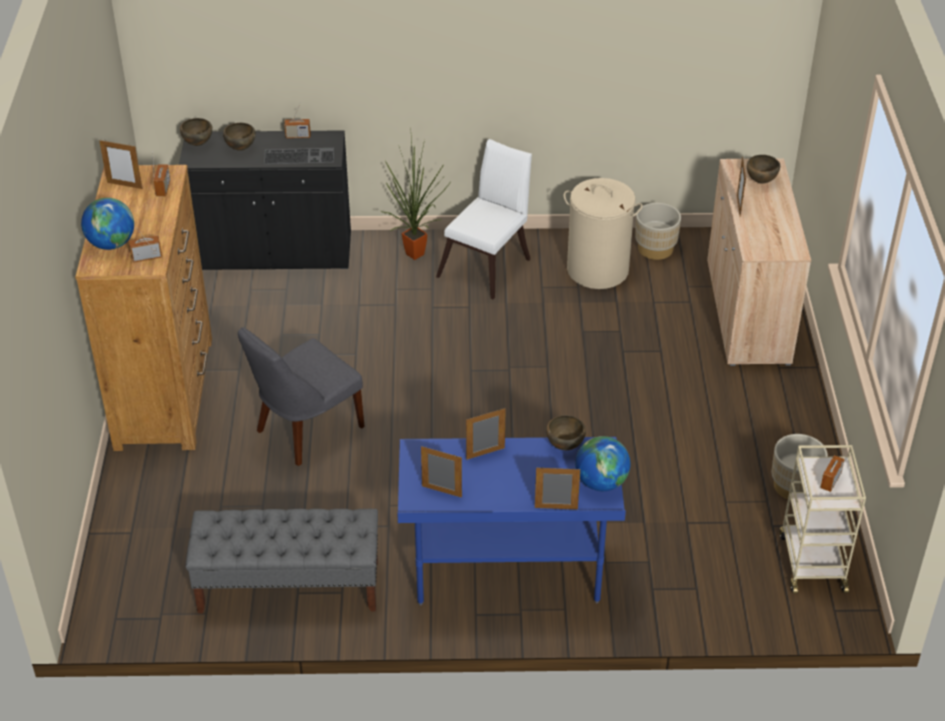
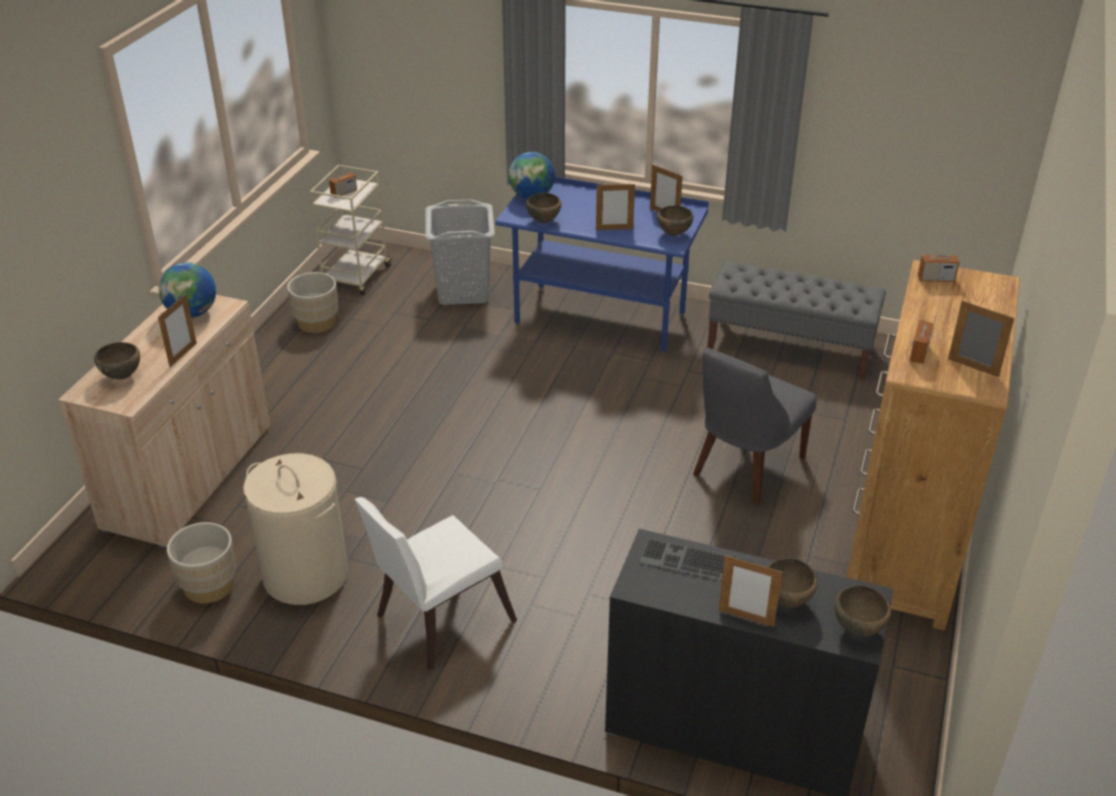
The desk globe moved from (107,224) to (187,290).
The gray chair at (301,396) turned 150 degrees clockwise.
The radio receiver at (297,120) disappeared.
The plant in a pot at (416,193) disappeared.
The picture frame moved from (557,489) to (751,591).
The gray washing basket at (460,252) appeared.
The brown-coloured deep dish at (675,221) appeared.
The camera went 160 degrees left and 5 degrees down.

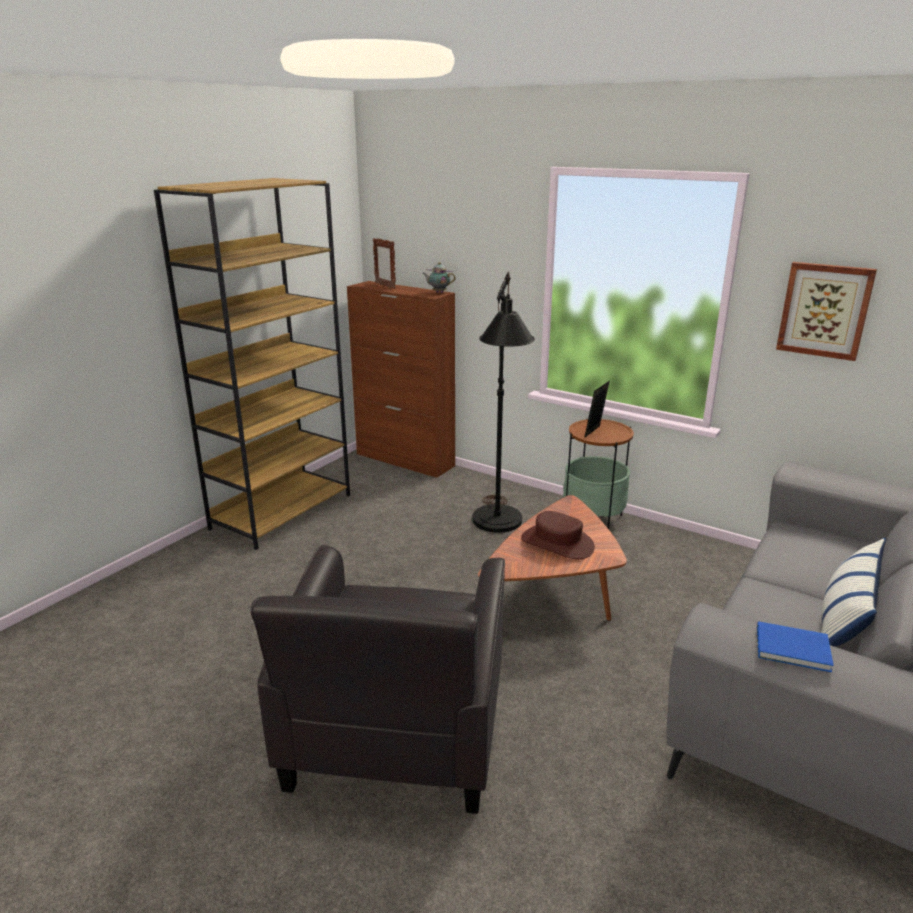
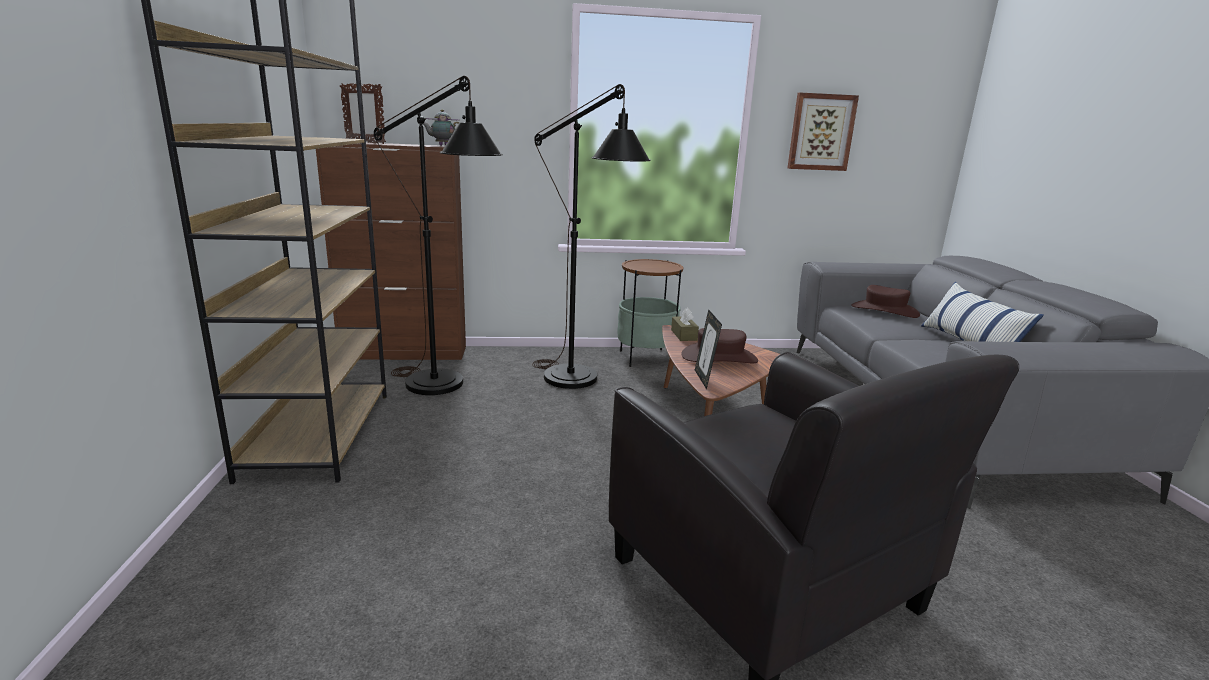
The picture frame moved from (597,409) to (708,349).
The bluish volume at (795,646) disappeared.
The black standing lamp at (438,235) appeared.
The brown-coloured box of tissues at (685,324) appeared.
The brown-coloured hat at (886,301) appeared.
The camera went 40 degrees left and 5 degrees down.

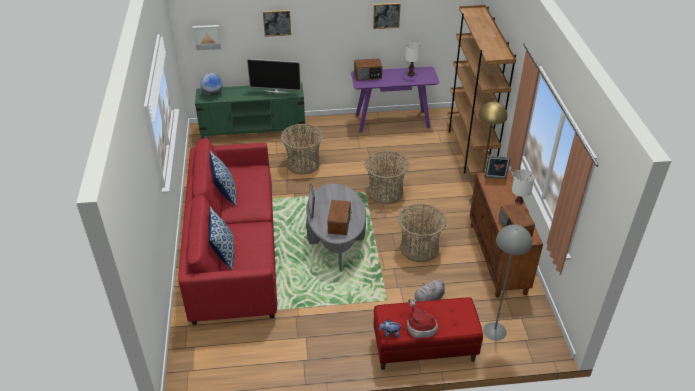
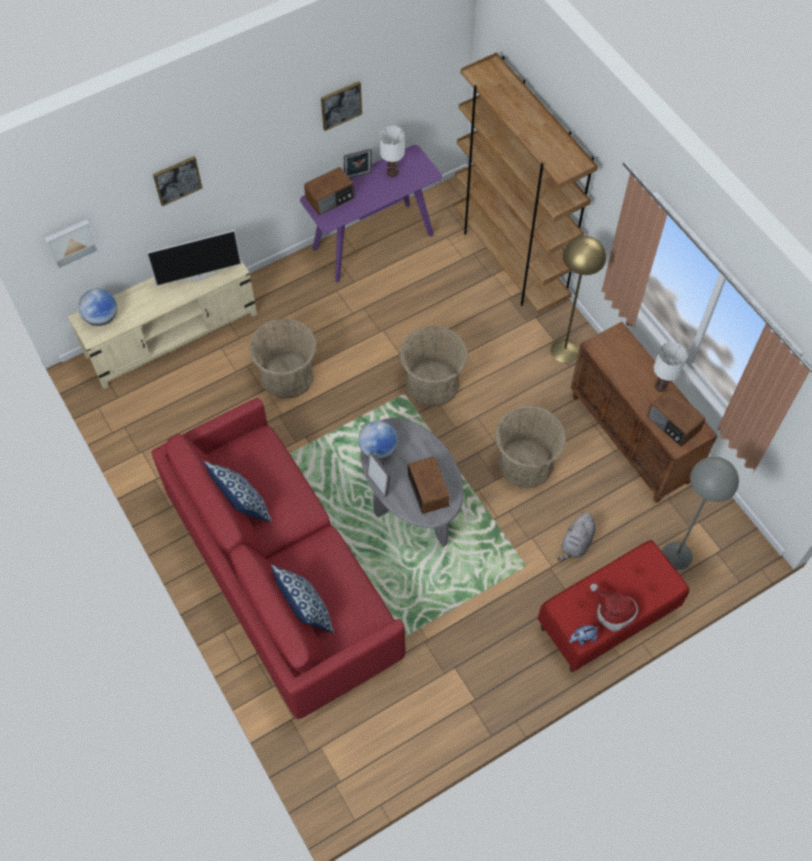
The green media console at (250,110) became the beige media console at (162,325).
The picture frame moved from (498,167) to (358,163).
The desk globe at (378,440) appeared.
The camera went 25 degrees left and 20 degrees up.

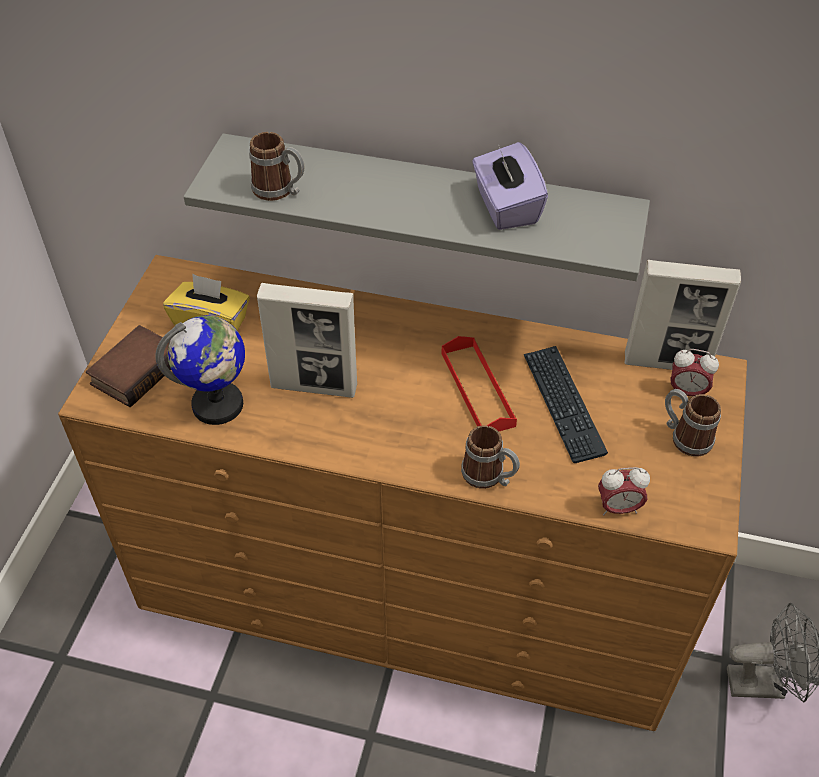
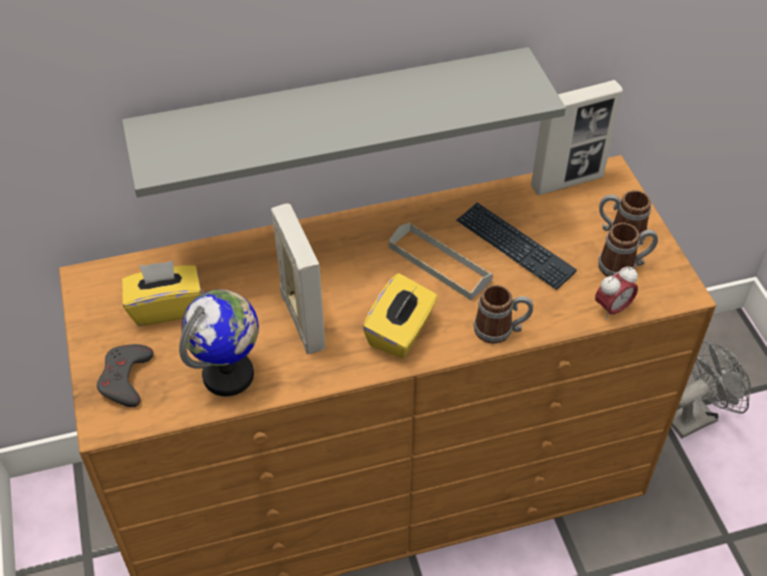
The volume at (128,366) was replaced by the gray joypad at (125,375).
The coffee mug moved from (276,166) to (628,250).
The picture frame at (307,340) turned 90 degrees counterclockwise.
The red-coloured tray at (479,383) became the gray tray at (441,261).
The purple-coloured box of tissues at (510,186) disappeared.
The bedside clock at (695,372) disappeared.
The yellow box of tissues at (399,315) appeared.
The camera went 30 degrees left and 0 degrees up.

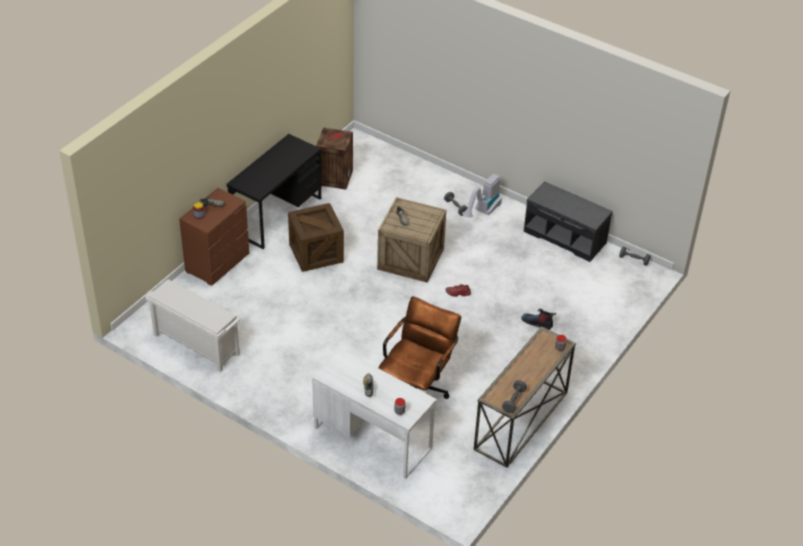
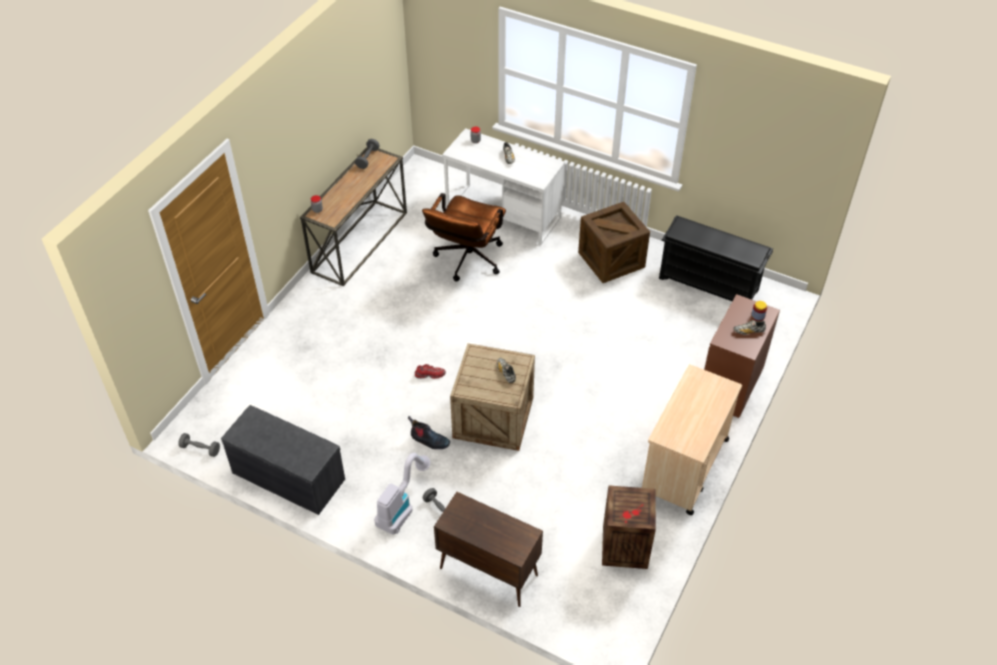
The white shoe shelf at (192,325) became the black shoe shelf at (716,258).
The black desk unit at (274,191) was replaced by the beige wheeled cart at (692,439).
The packing crate moved from (316,237) to (614,242).
The high-top boot moved from (538,319) to (429,432).
The brown-coloured cupboard at (488,549) appeared.
The camera went 175 degrees right and 5 degrees up.

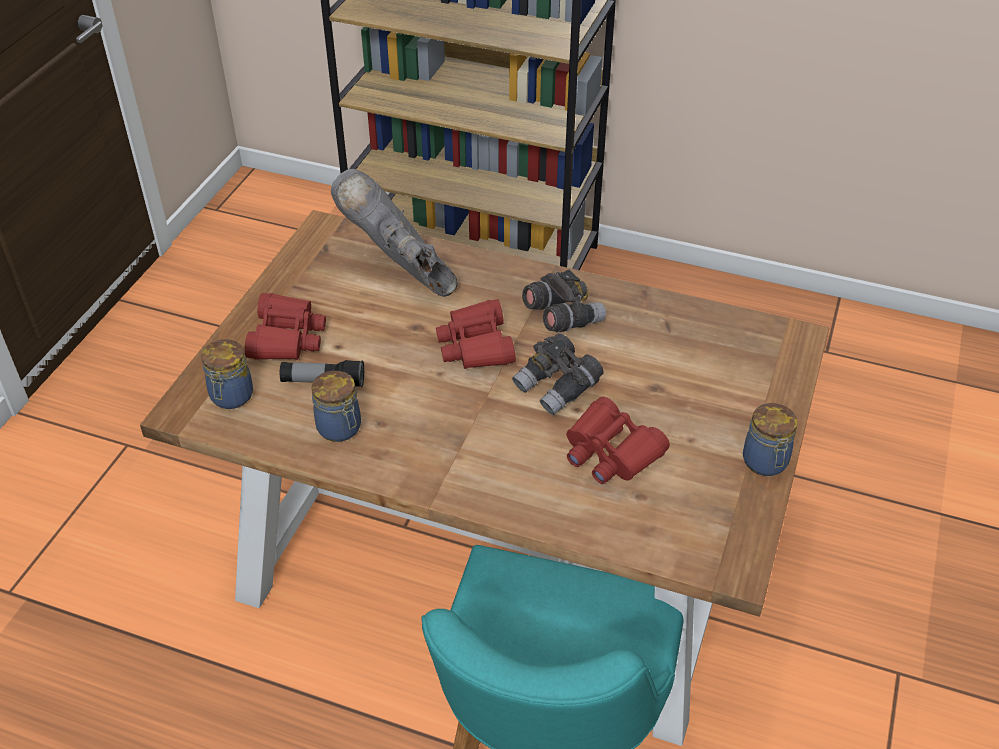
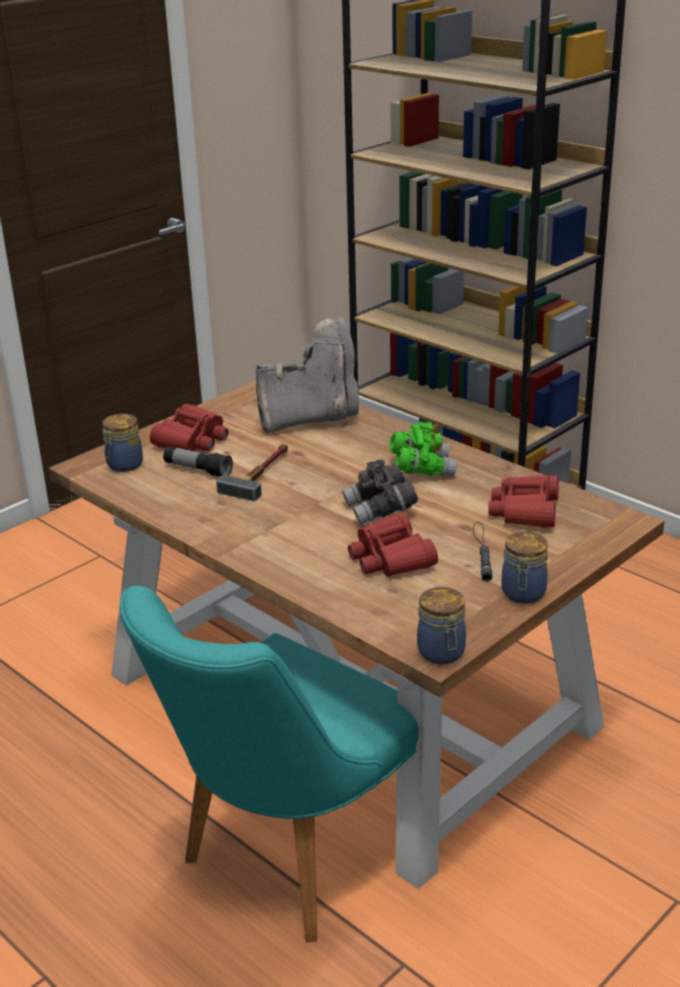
The storage jar moved from (336,406) to (441,625).
The gray high-top boot at (394,233) turned 90 degrees clockwise.
The red-coloured binoculars moved from (476,334) to (523,501).
The gray binoculars at (564,301) became the green binoculars at (423,449).
The hand hammer at (252,472) appeared.
The black flashlight at (482,552) appeared.
The camera went 25 degrees right and 15 degrees down.

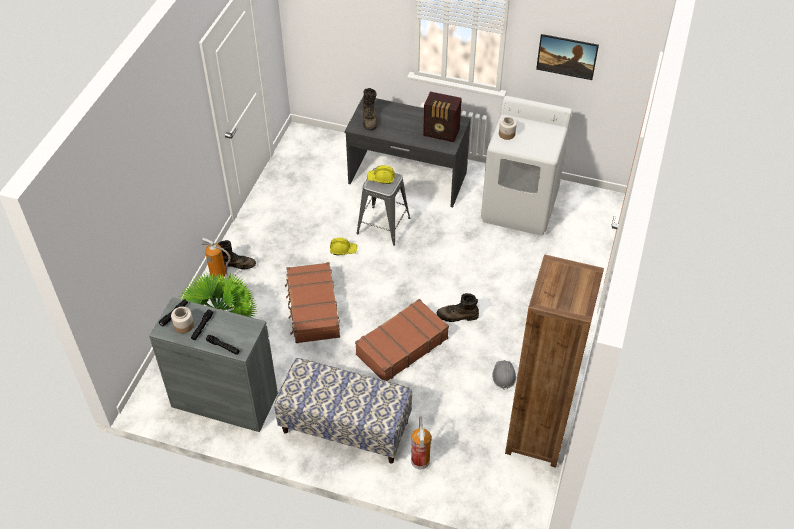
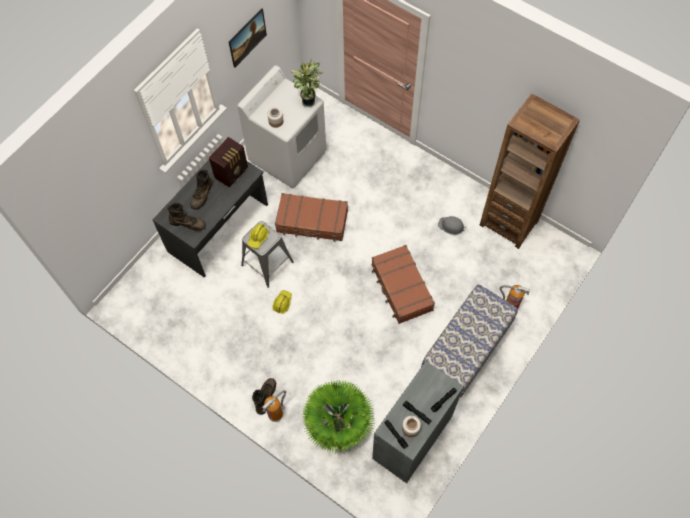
The brown-coloured piece of luggage moved from (312,302) to (311,217).
The brown-coloured high-top boot moved from (458,307) to (201,189).
The plant in a pot at (307,83) appeared.
The camera went 70 degrees left and 15 degrees up.

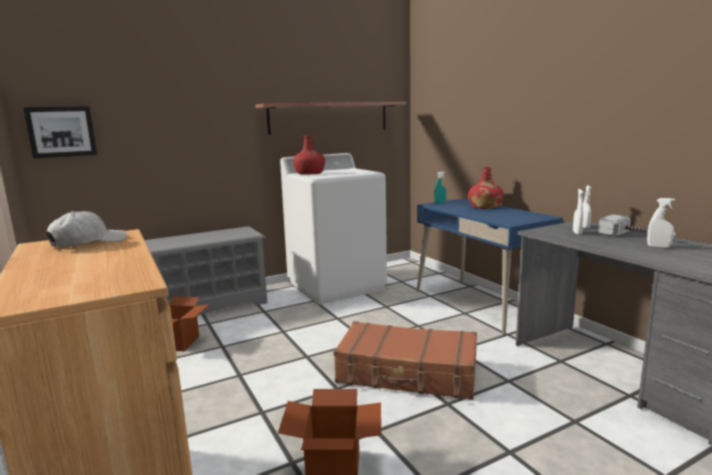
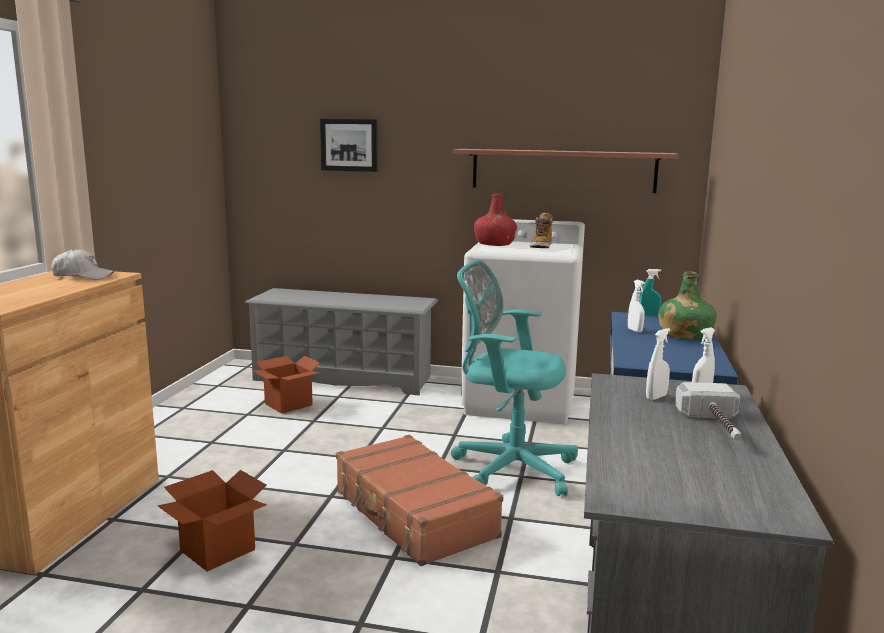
The wall picture moved from (60,132) to (349,145).
The red-coloured drink bottle at (486,188) became the green drink bottle at (687,305).
The white spray bottle moved from (661,223) to (636,305).
The blue-green office chair at (514,378) appeared.
The high-top boot at (541,230) appeared.
The camera went 40 degrees right and 0 degrees up.

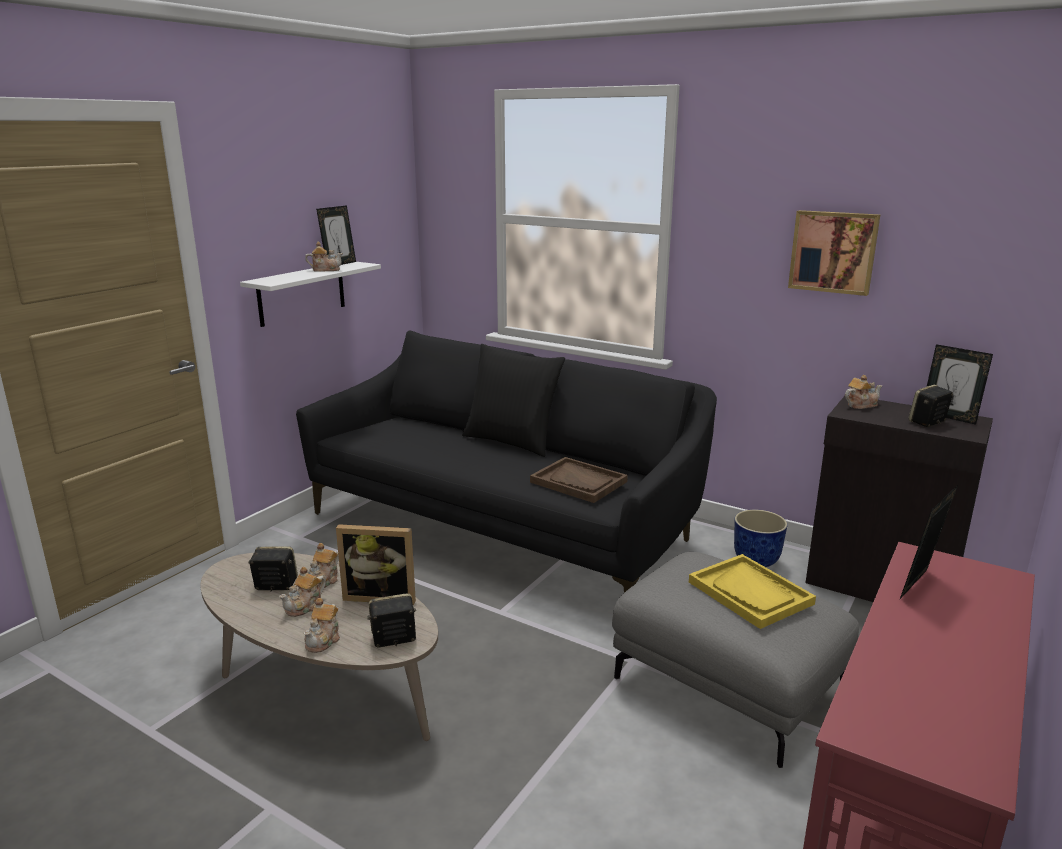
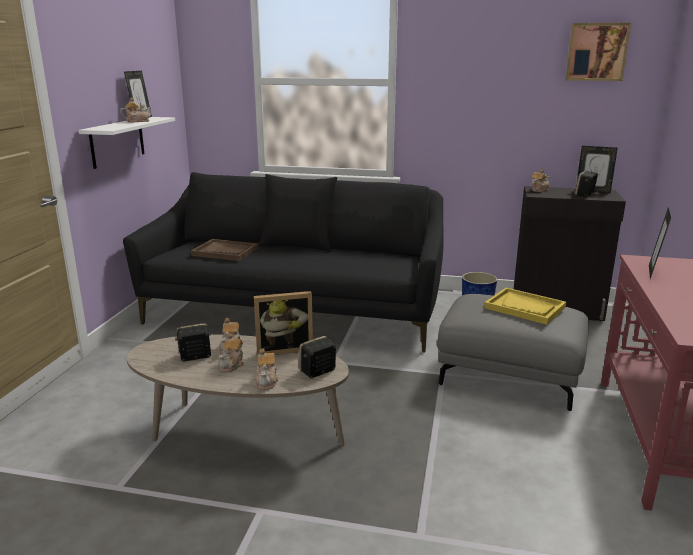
The brown-coloured tray moved from (579,480) to (224,250).
The wall picture moved from (834,253) to (598,52).
The camera went 20 degrees left and 0 degrees up.

